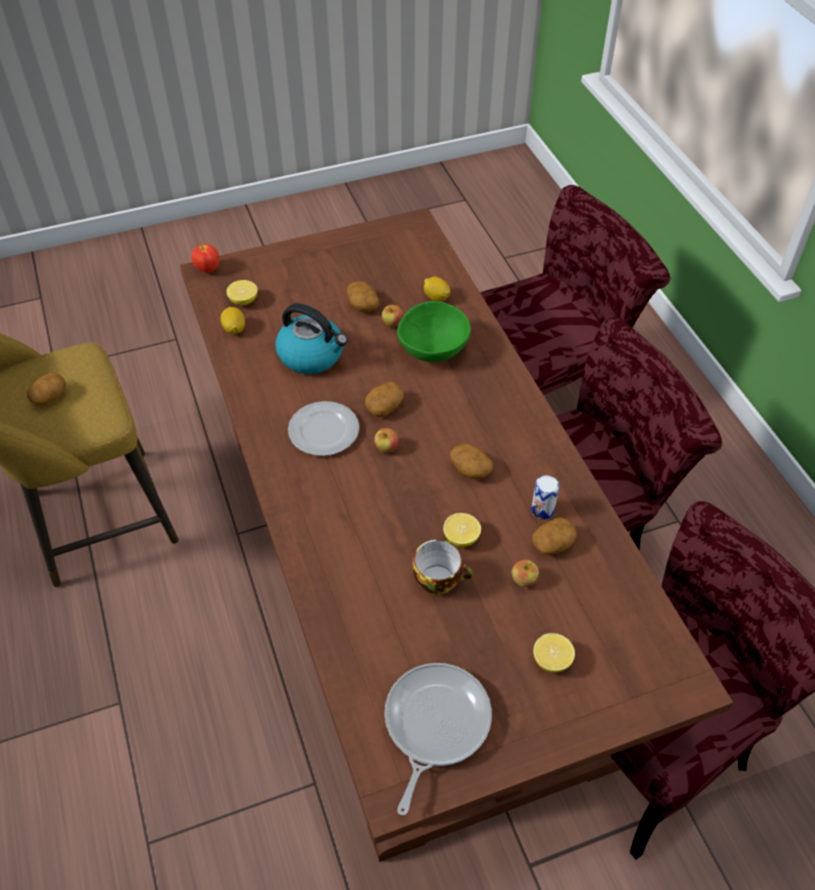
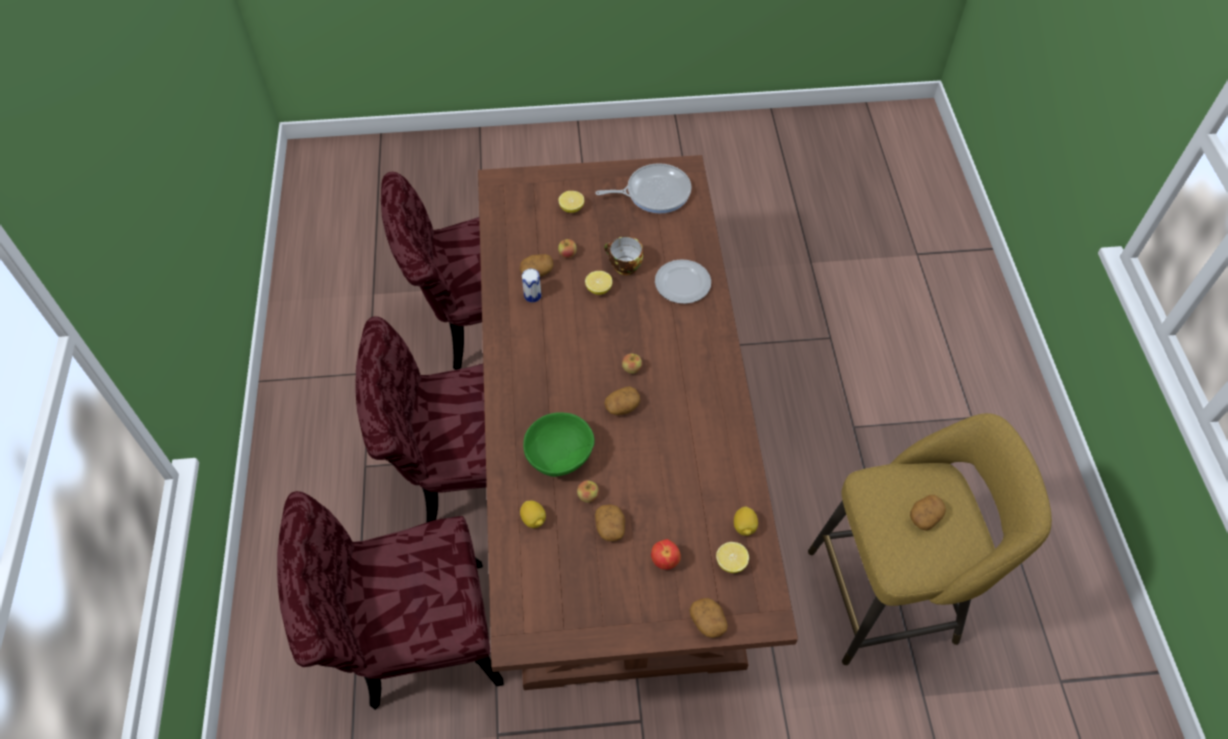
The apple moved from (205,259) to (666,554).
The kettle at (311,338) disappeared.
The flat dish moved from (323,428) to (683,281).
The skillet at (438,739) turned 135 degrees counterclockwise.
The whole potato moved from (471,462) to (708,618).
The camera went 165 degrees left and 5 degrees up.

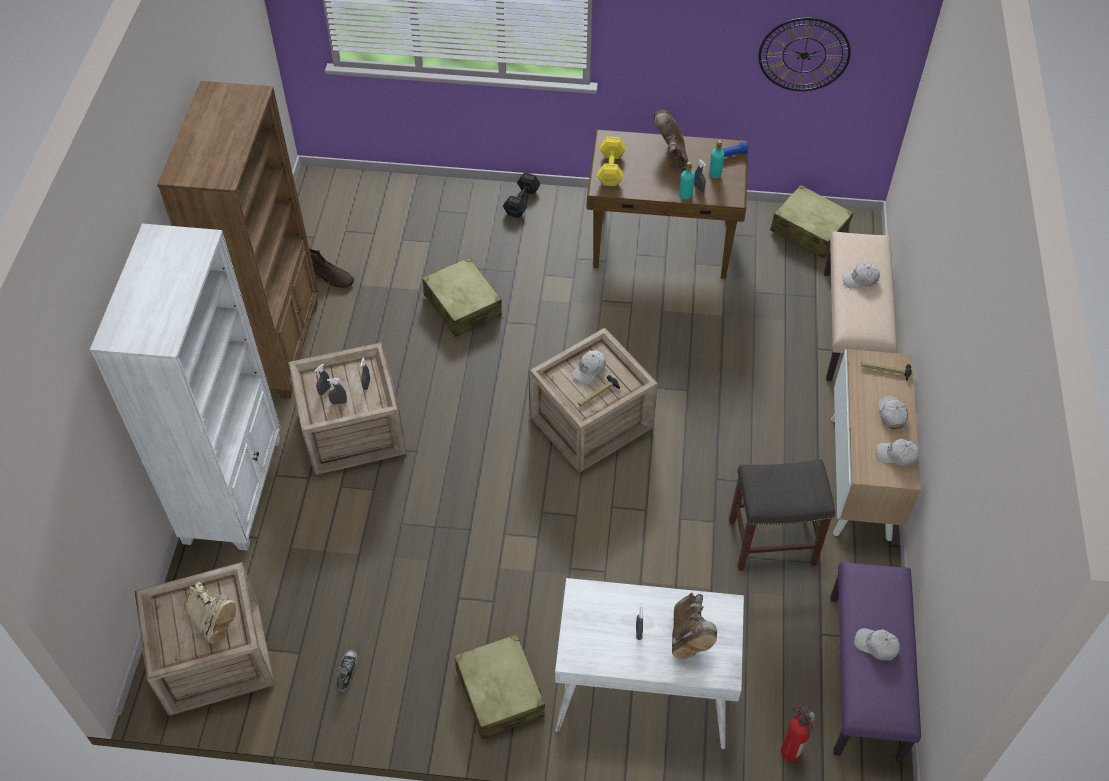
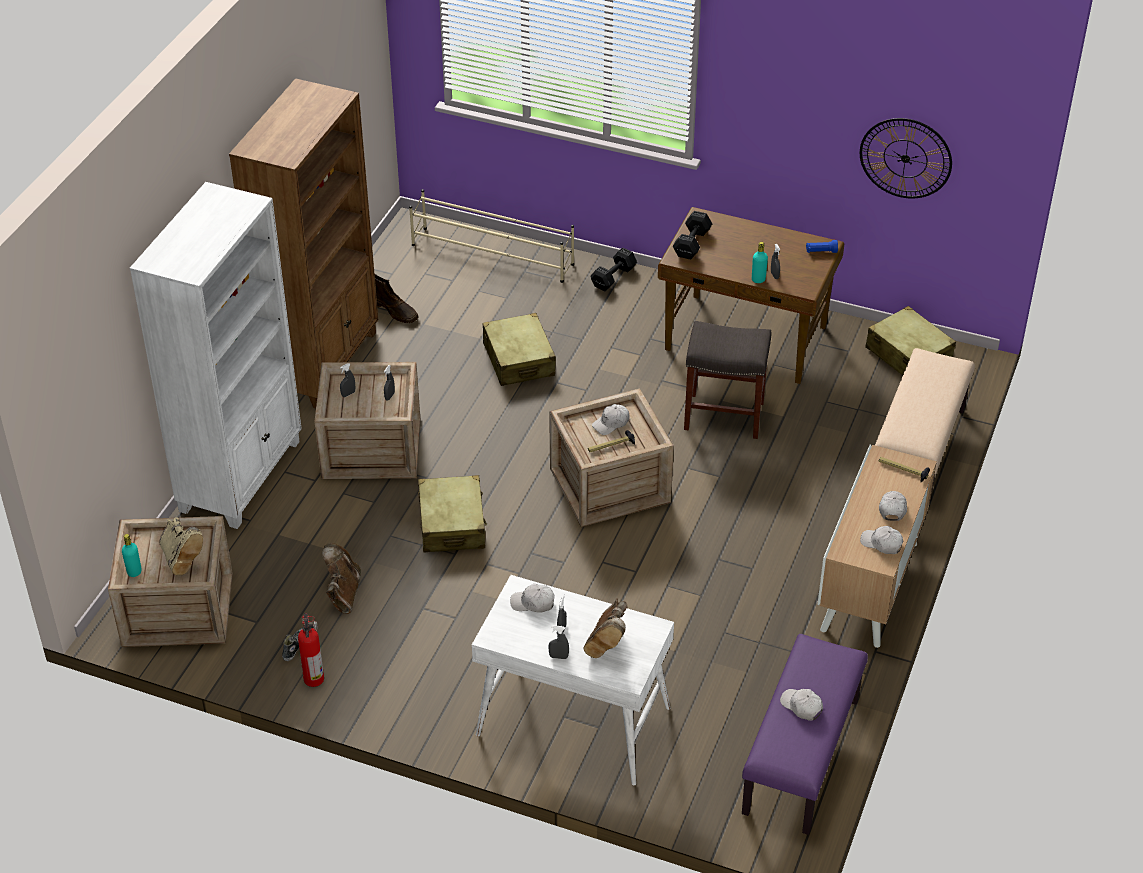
The gray spray bottle moved from (337,391) to (558,642).
The beige piece of luggage moved from (499,686) to (452,513).
The yellow hand weight at (611,161) became the black hand weight at (692,235).
The brown-coloured high-top boot moved from (671,139) to (341,578).
The blue-green drink bottle moved from (716,159) to (132,555).
The gray sitting stool moved from (782,515) to (727,380).
The fire-fighting cylinder moved from (798,733) to (311,650).
The white baseball cap moved from (861,276) to (532,598).
The beige shoe shelf at (491,236) appeared.
The camera went 15 degrees right and 10 degrees down.

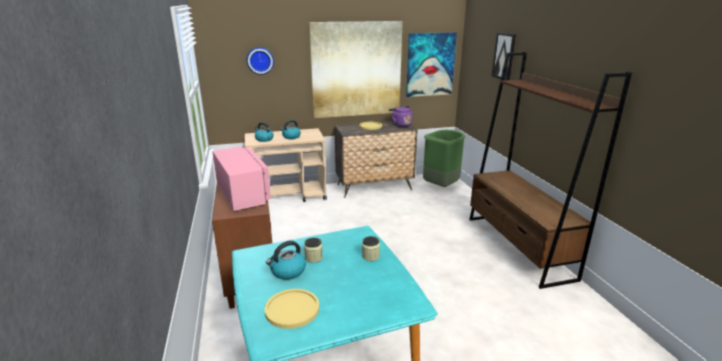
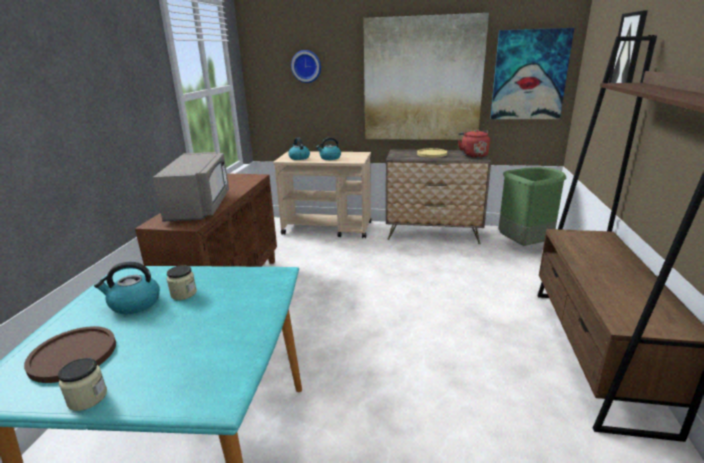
The pinkish microwave at (241,179) became the gray microwave at (191,187).
The yellow flat dish at (292,309) became the brown-coloured flat dish at (70,354).
The storage jar moved from (371,248) to (82,384).
The purple-coloured kettle at (401,116) became the red-coloured kettle at (474,144).
The camera went 25 degrees right and 0 degrees up.

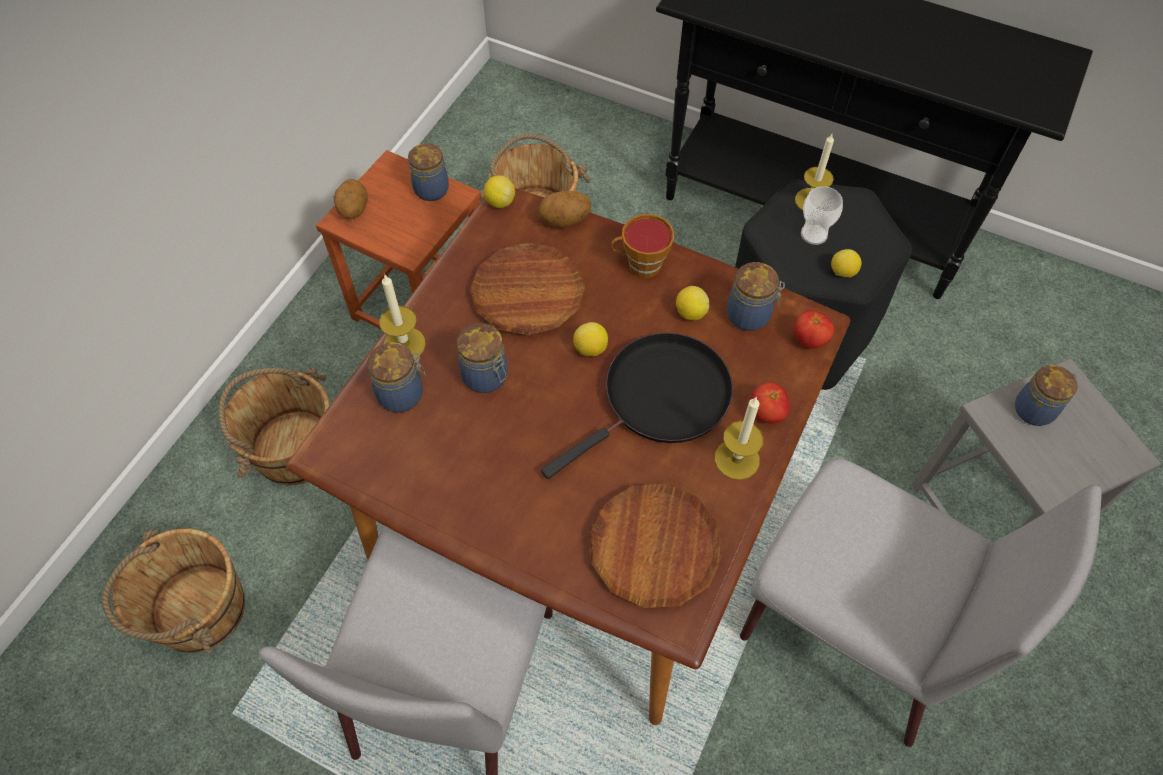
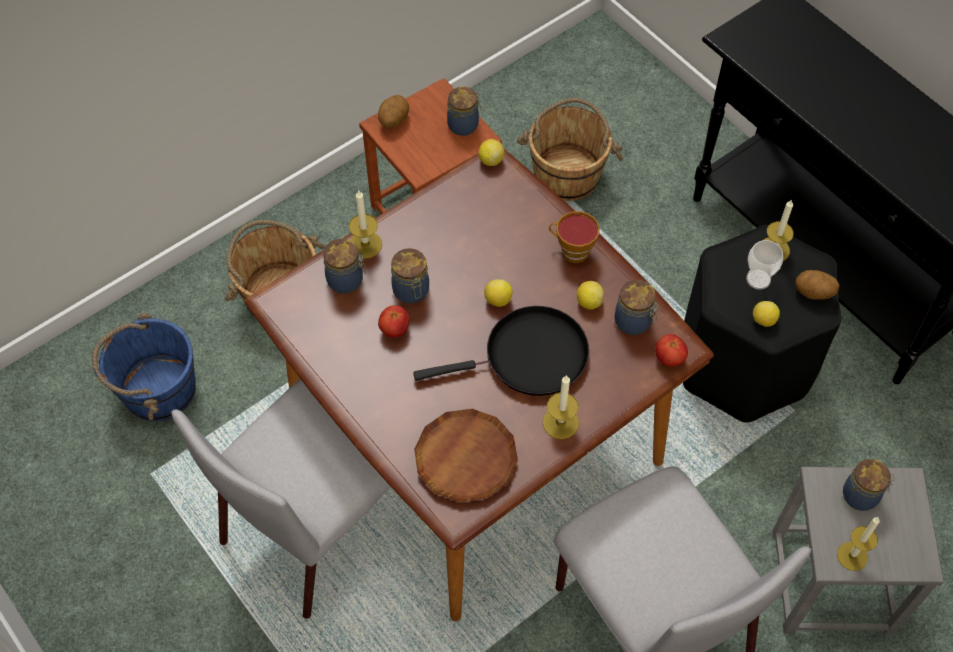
The brown-coloured bucket at (173,591) became the bluish bucket at (144,367).
The brown-coloured flat dish at (527,289) disappeared.
The whole potato moved from (565,209) to (817,285).
The tomato moved from (770,403) to (394,321).
The candle at (858,544) appeared.
The camera went 25 degrees right and 0 degrees up.

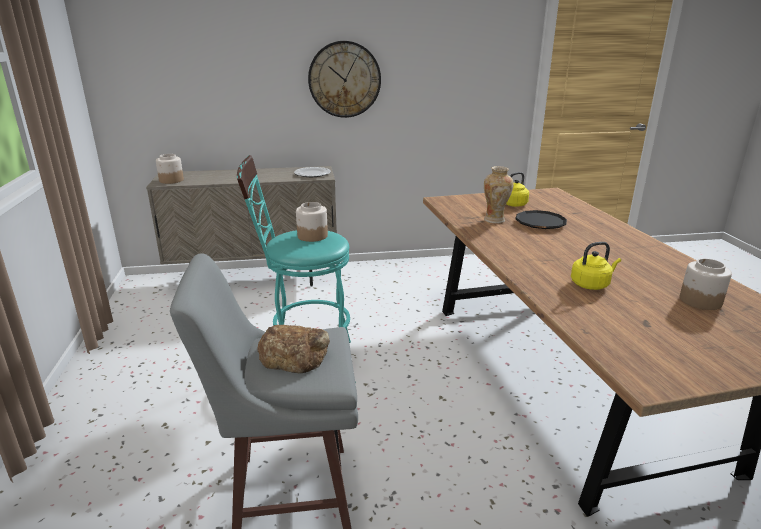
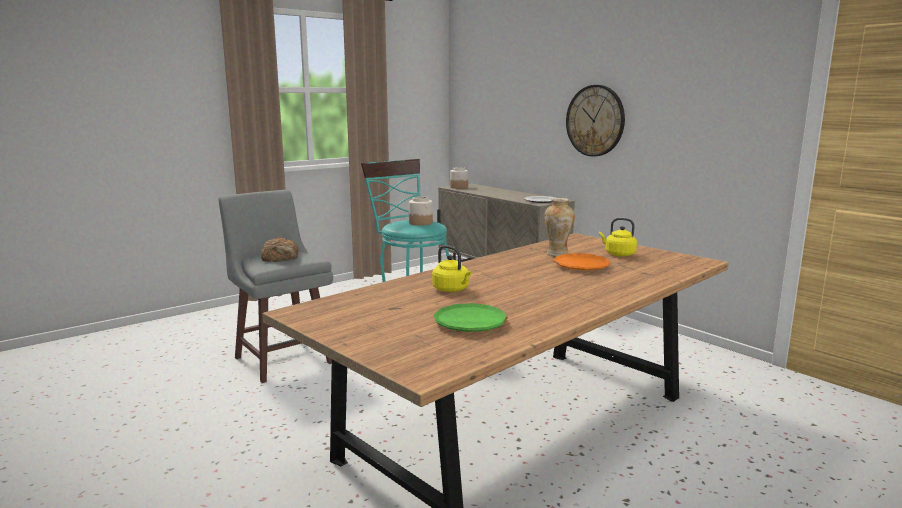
The black flat dish at (541,219) became the orangey flat dish at (581,261).
The storage jar at (706,284) was replaced by the green flat dish at (470,317).
The camera went 60 degrees right and 10 degrees down.

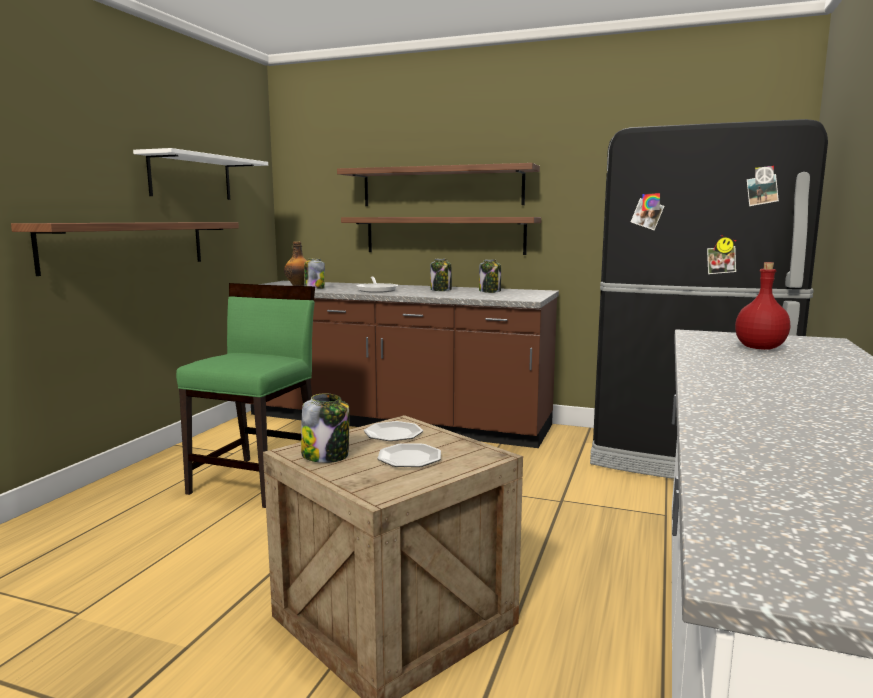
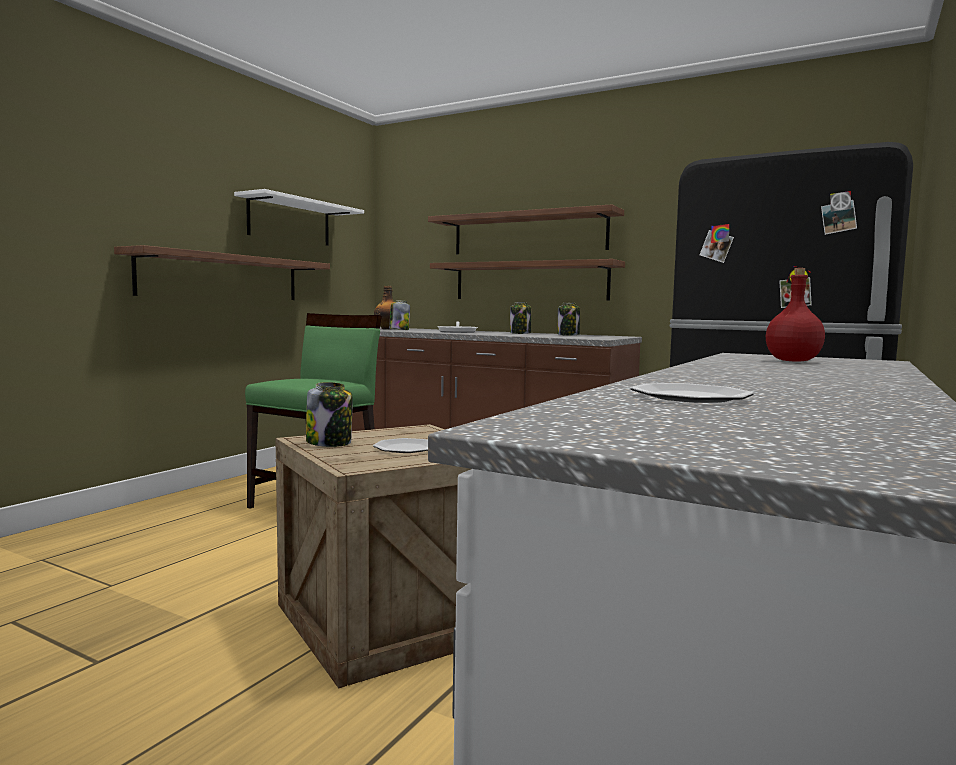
The flat dish moved from (393,431) to (692,393).
The camera went 10 degrees right and 5 degrees down.

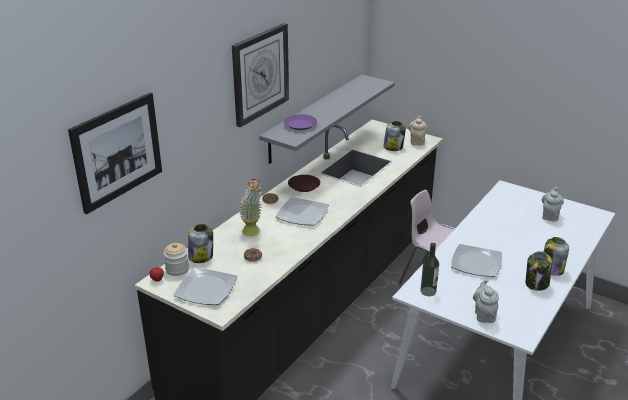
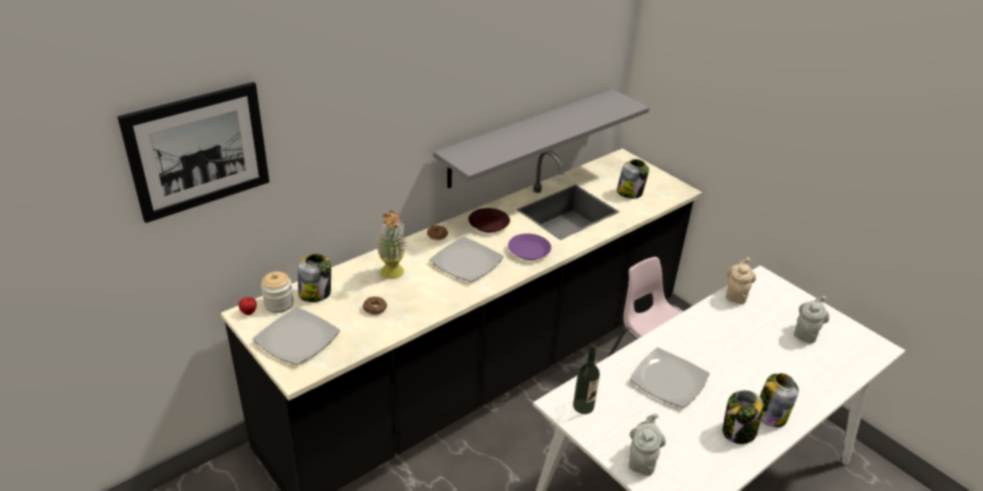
The wall clock at (260,75) disappeared.
The purple-coloured flat dish moved from (300,122) to (529,247).
The beige pot for tea moved from (418,131) to (741,281).
The camera went 15 degrees right and 5 degrees up.

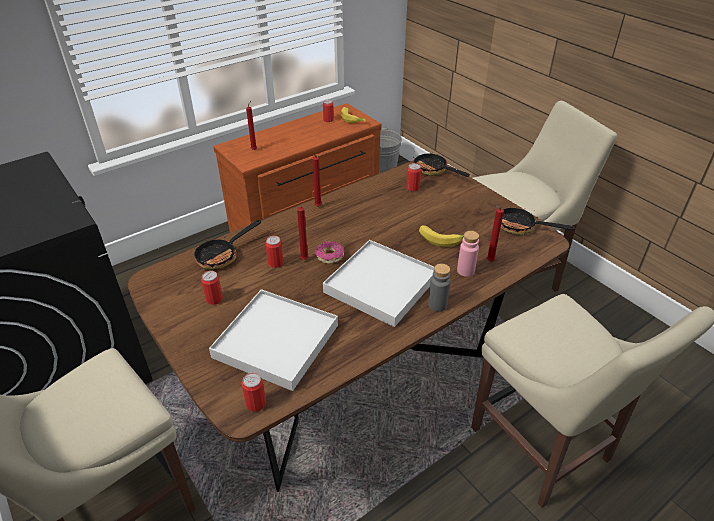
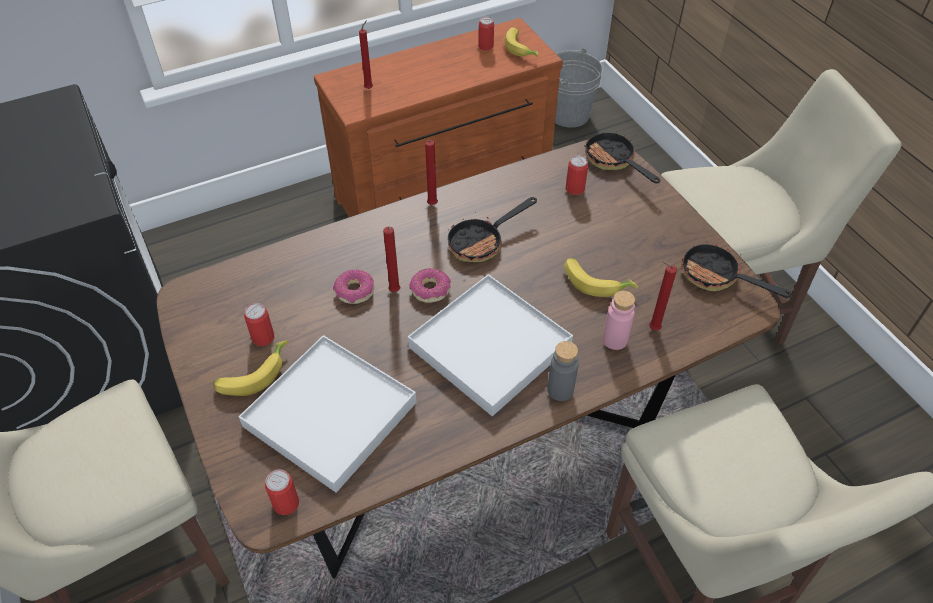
The skillet moved from (227,244) to (492,229).
The can at (274,252) was replaced by the ring doughnut at (353,287).
The banana at (250,368) appeared.
The camera went 10 degrees right and 10 degrees up.

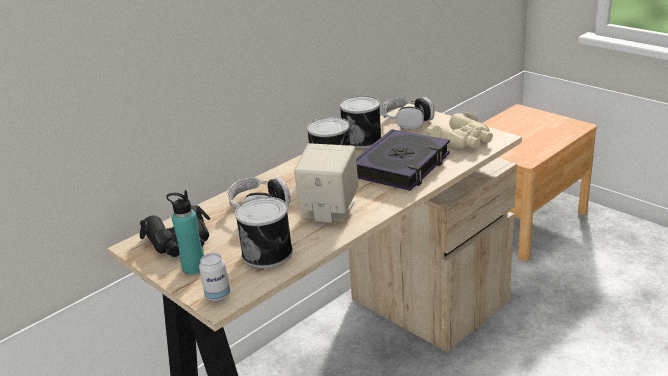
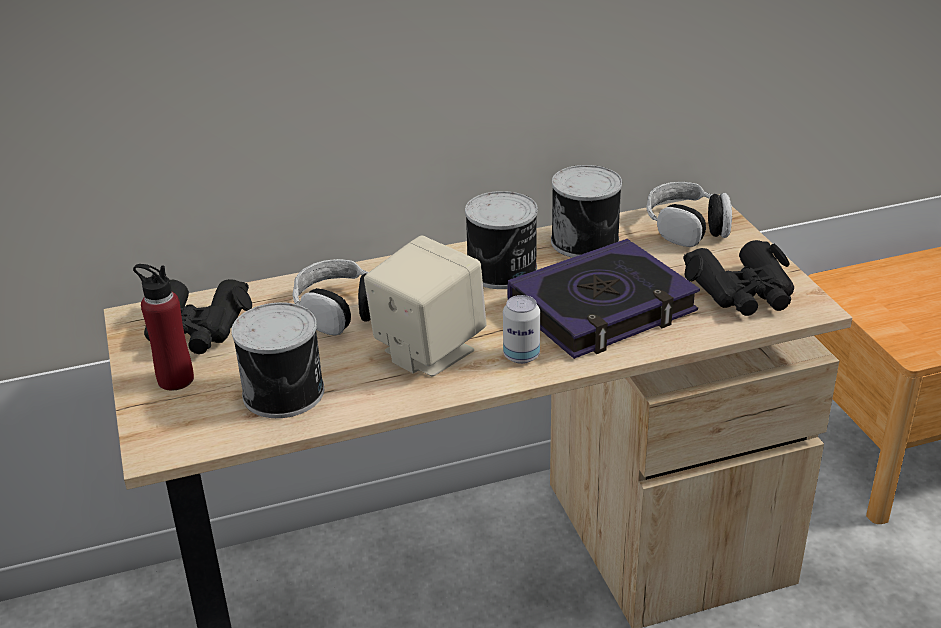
The blue-green drink bottle at (185,232) became the red-coloured drink bottle at (163,327).
The can moved from (214,277) to (521,329).
The beige binoculars at (459,130) became the black binoculars at (739,278).
The camera went 25 degrees right and 5 degrees up.

